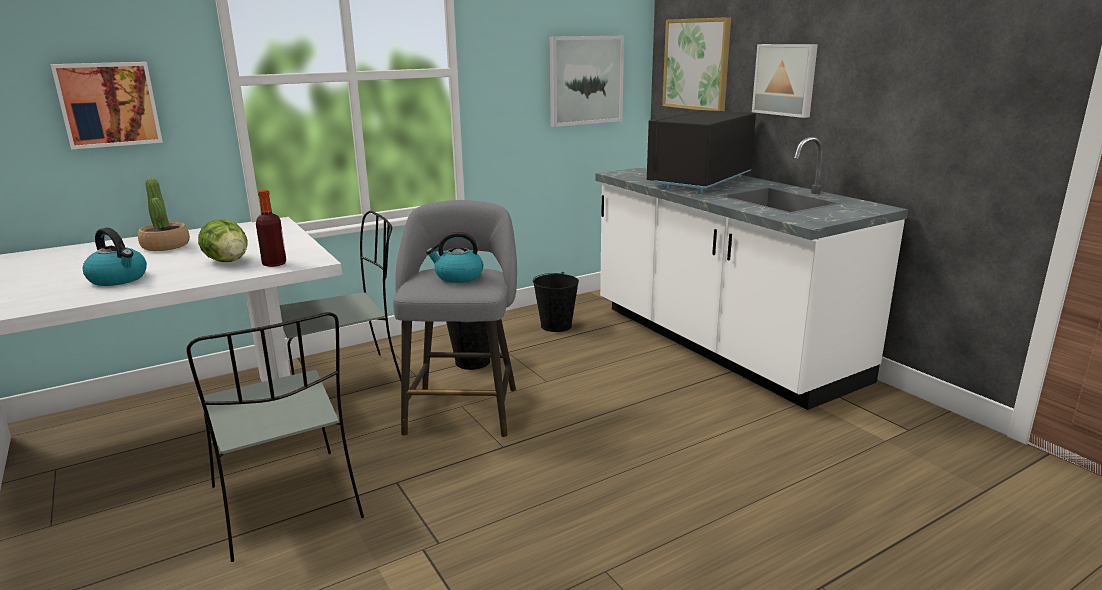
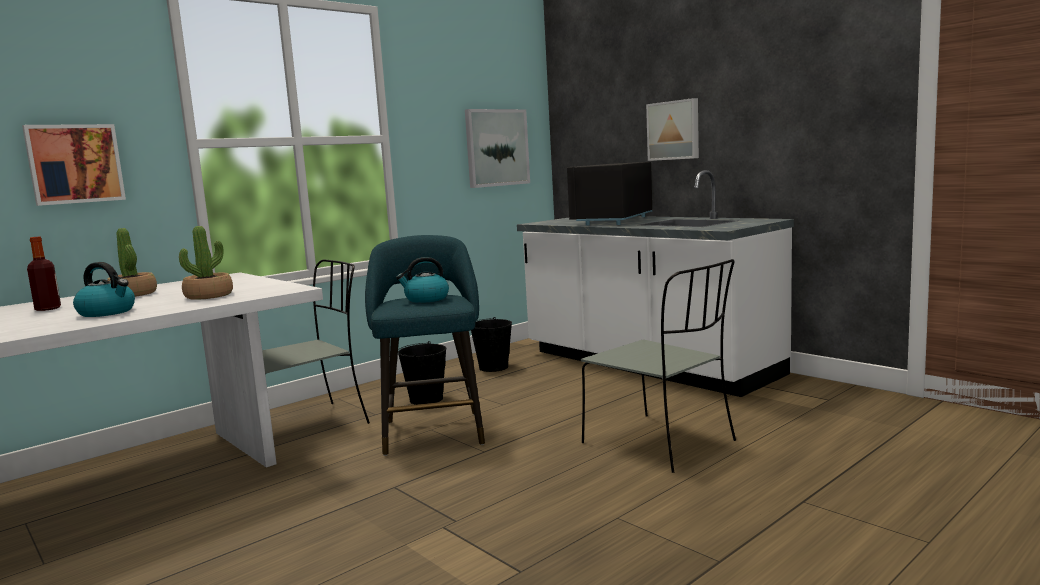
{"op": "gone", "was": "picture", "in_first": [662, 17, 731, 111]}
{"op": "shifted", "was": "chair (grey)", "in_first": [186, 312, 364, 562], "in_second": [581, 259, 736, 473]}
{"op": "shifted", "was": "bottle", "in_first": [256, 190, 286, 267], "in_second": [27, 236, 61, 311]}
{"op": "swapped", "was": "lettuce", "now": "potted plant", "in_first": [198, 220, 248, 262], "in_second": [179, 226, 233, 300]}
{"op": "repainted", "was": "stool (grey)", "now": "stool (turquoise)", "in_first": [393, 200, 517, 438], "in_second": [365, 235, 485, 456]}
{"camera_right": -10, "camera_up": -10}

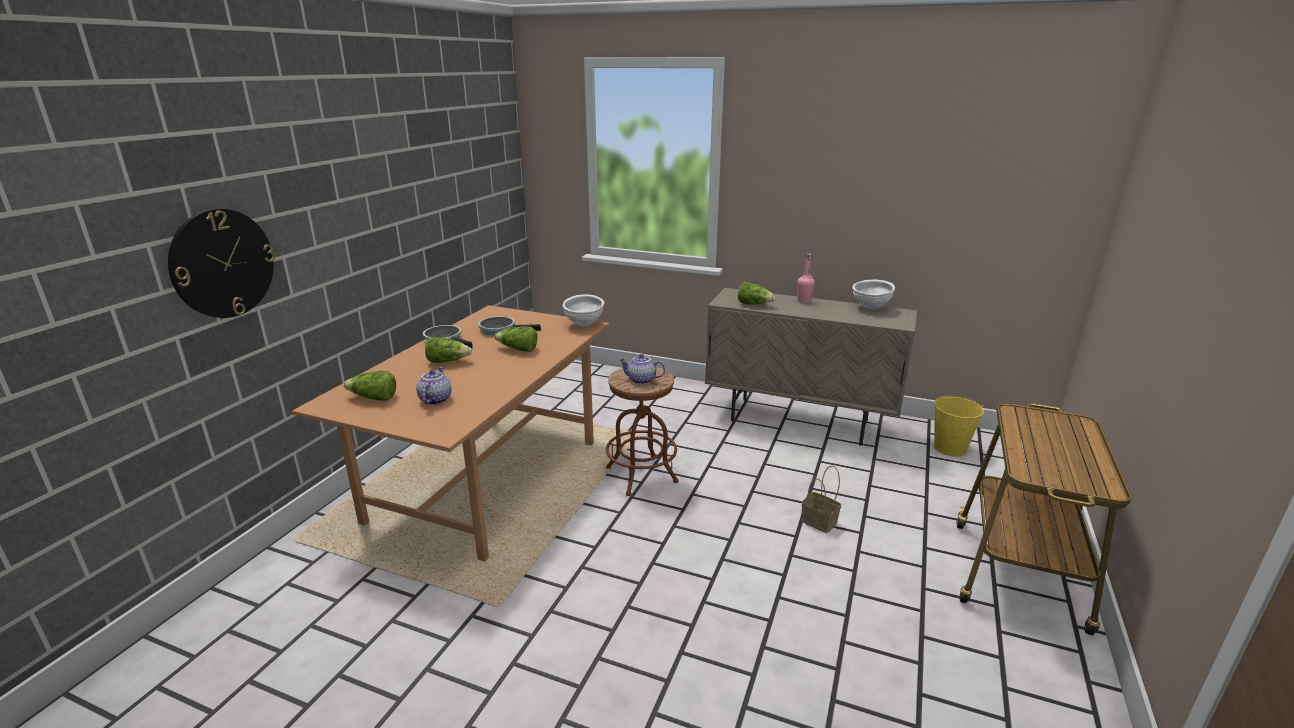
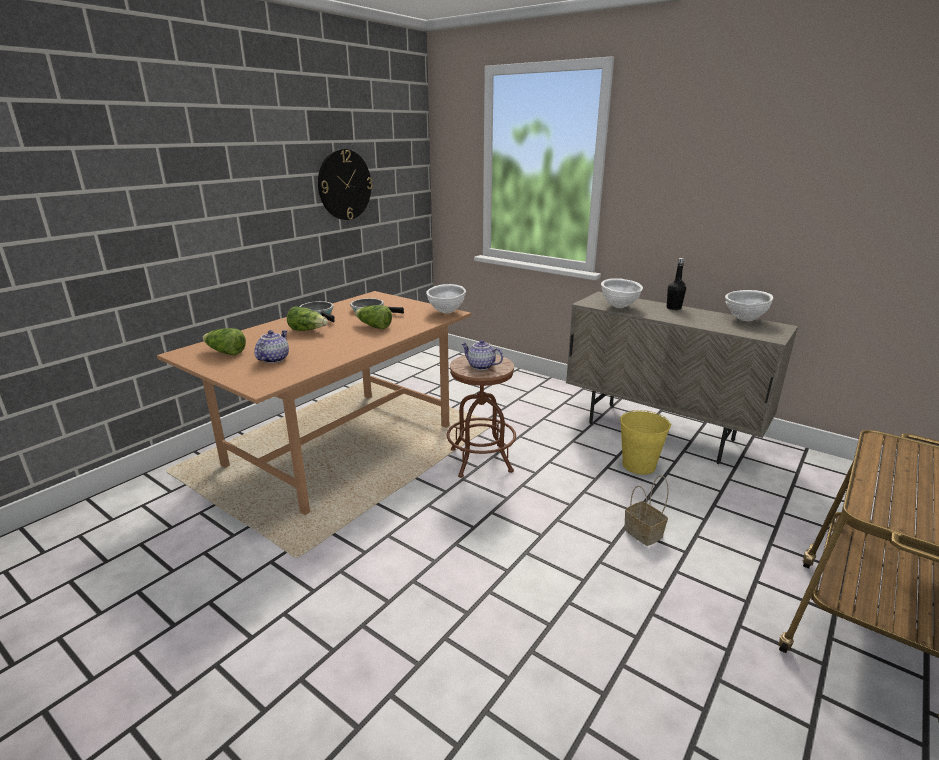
{"op": "shifted", "was": "wall clock", "in_first": [168, 209, 275, 318], "in_second": [318, 149, 373, 220]}
{"op": "shifted", "was": "bucket (yellow)", "in_first": [934, 396, 984, 457], "in_second": [620, 410, 671, 475]}
{"op": "swapped", "was": "lettuce", "now": "bowl (white)", "in_first": [738, 282, 776, 305], "in_second": [601, 278, 643, 308]}
{"op": "repainted", "was": "bottle (pink)", "now": "bottle (black)", "in_first": [797, 253, 815, 303], "in_second": [667, 258, 686, 310]}
{"camera_right": 15, "camera_up": 0}

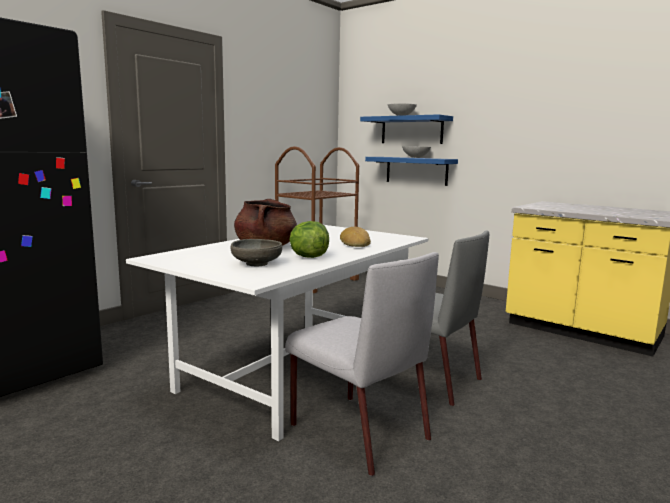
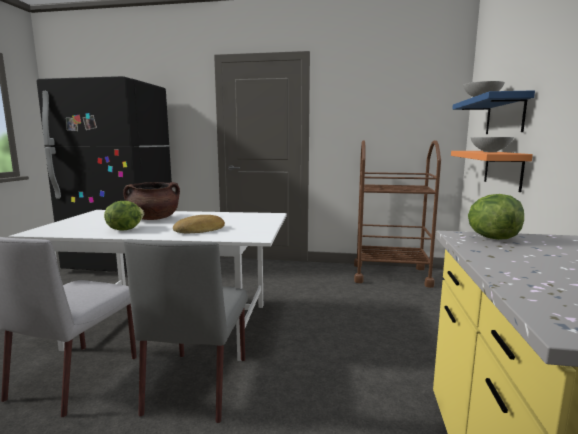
{"op": "gone", "was": "bowl (grey)", "in_first": [231, 239, 282, 267]}
{"op": "new", "now": "lettuce", "in_second": [468, 194, 524, 240]}
{"op": "repainted", "was": "shelf (blue)", "now": "shelf (orange)", "in_first": [365, 157, 458, 186], "in_second": [451, 151, 533, 192]}
{"camera_right": 60, "camera_up": 0}

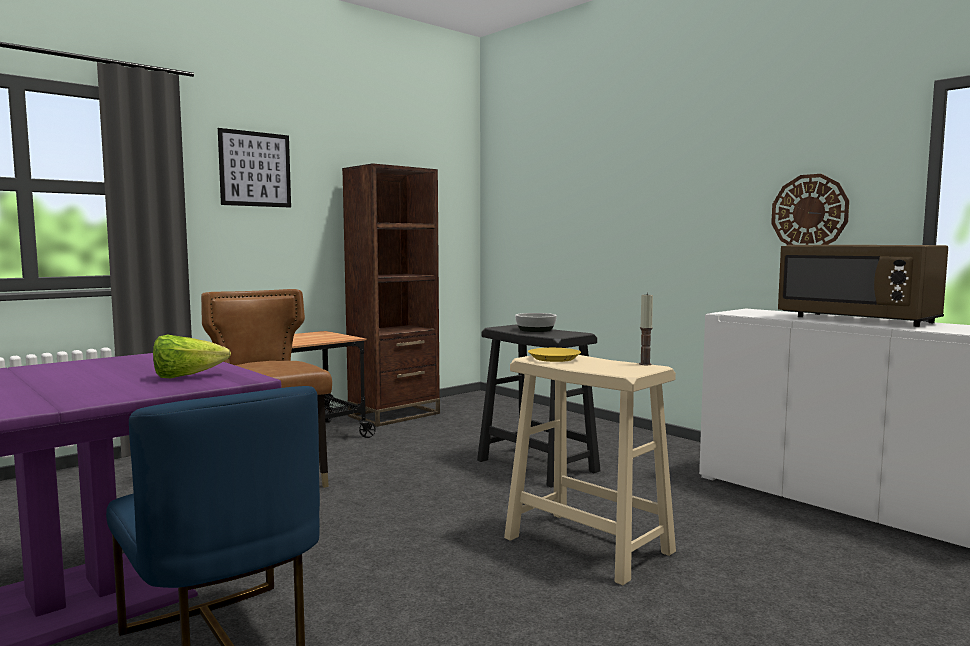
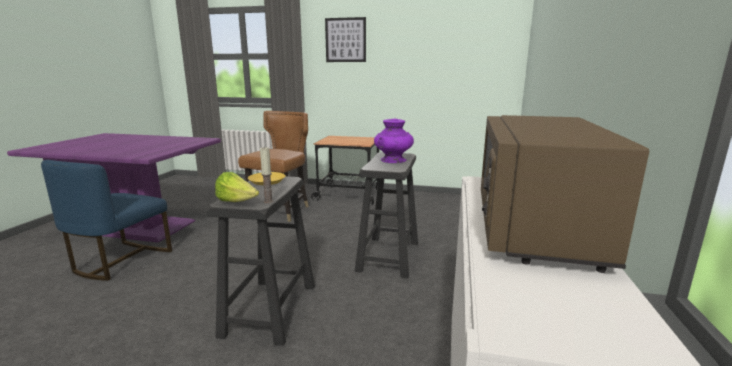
{"op": "gone", "was": "bookcase (brown)", "in_first": [342, 163, 440, 427]}
{"op": "gone", "was": "wall clock", "in_first": [771, 174, 849, 245]}
{"op": "shifted", "was": "lettuce", "in_first": [153, 334, 231, 378], "in_second": [215, 172, 259, 202]}
{"op": "swapped", "was": "bowl", "now": "vase (purple)", "in_first": [515, 313, 557, 332], "in_second": [374, 119, 414, 163]}
{"op": "repainted", "was": "stool (beige)", "now": "stool (black)", "in_first": [504, 355, 676, 585], "in_second": [206, 176, 315, 346]}
{"camera_right": 55, "camera_up": 10}

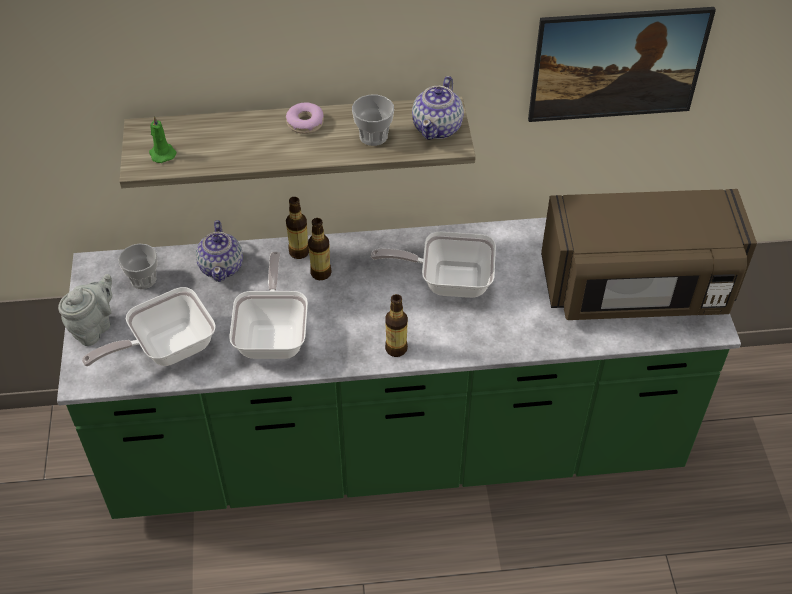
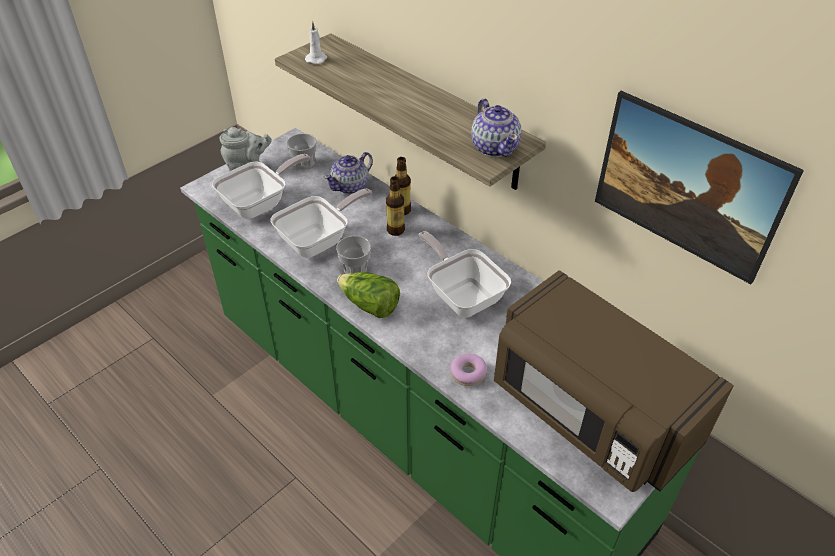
{"op": "shifted", "was": "donut", "in_first": [286, 102, 324, 134], "in_second": [450, 353, 487, 386]}
{"op": "shifted", "was": "cup", "in_first": [352, 94, 394, 146], "in_second": [336, 236, 371, 274]}
{"op": "swapped", "was": "bottle", "now": "lettuce", "in_first": [385, 294, 408, 357], "in_second": [337, 272, 400, 318]}
{"op": "repainted", "was": "candle (green)", "now": "candle (white)", "in_first": [149, 116, 177, 163], "in_second": [305, 21, 327, 64]}
{"op": "rotated", "was": "frying pan", "in_first": [82, 287, 216, 366], "in_second": [212, 154, 310, 219], "clockwise": 120}
{"op": "rotated", "was": "teapot", "in_first": [412, 76, 464, 140], "in_second": [471, 99, 521, 157], "clockwise": -90}
{"camera_right": 50, "camera_up": -5}

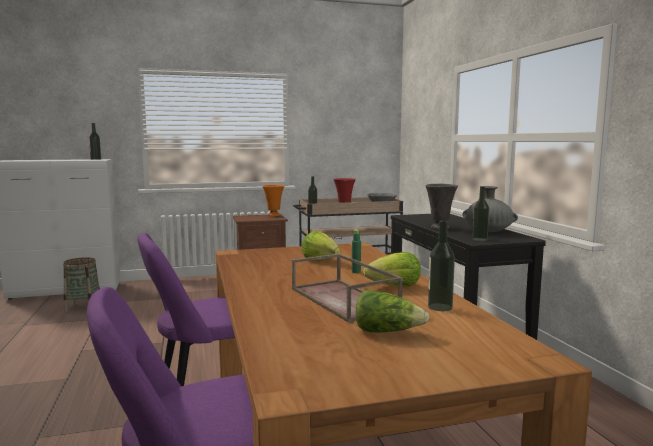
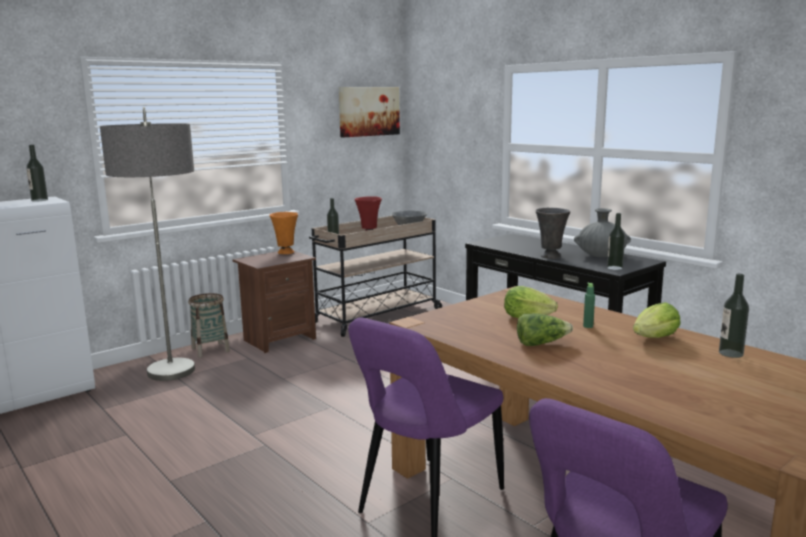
{"op": "gone", "was": "tray (brown)", "in_first": [292, 254, 403, 323]}
{"op": "new", "now": "floor lamp", "in_second": [100, 107, 195, 381]}
{"op": "new", "now": "picture", "in_second": [339, 87, 400, 137]}
{"op": "shifted", "was": "basket", "in_first": [63, 257, 100, 312], "in_second": [188, 293, 230, 358]}
{"op": "shifted", "was": "lettuce", "in_first": [356, 290, 429, 333], "in_second": [517, 313, 573, 346]}
{"camera_right": -25, "camera_up": 5}

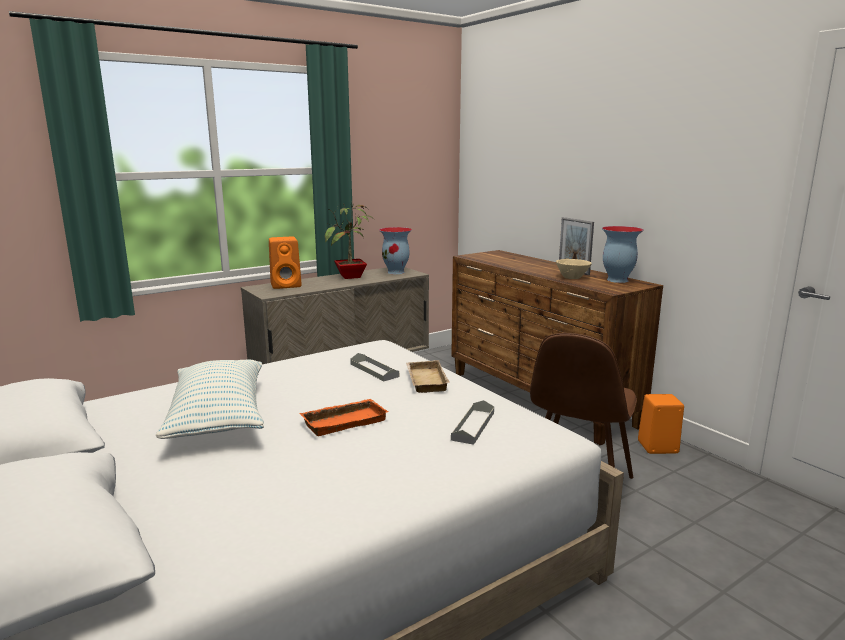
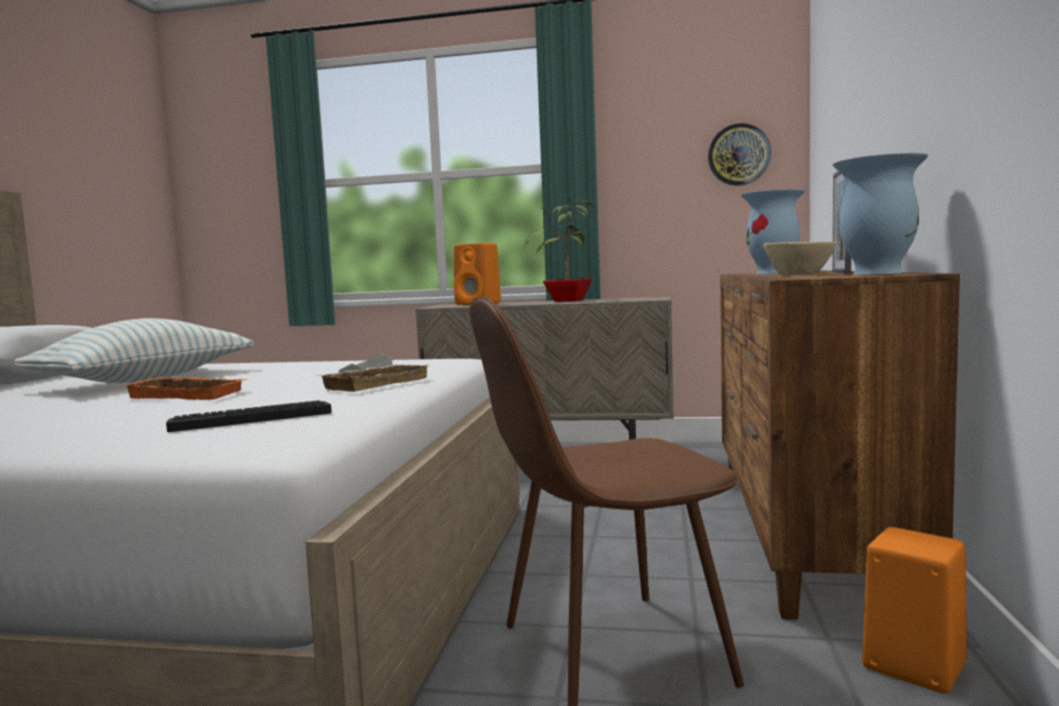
{"op": "new", "now": "wall clock", "in_second": [708, 123, 771, 186]}
{"op": "shifted", "was": "vase", "in_first": [379, 227, 412, 274], "in_second": [741, 189, 805, 274]}
{"op": "swapped", "was": "tray (grey)", "now": "keyboard", "in_first": [451, 400, 494, 445], "in_second": [166, 400, 332, 432]}
{"camera_right": 45, "camera_up": -10}

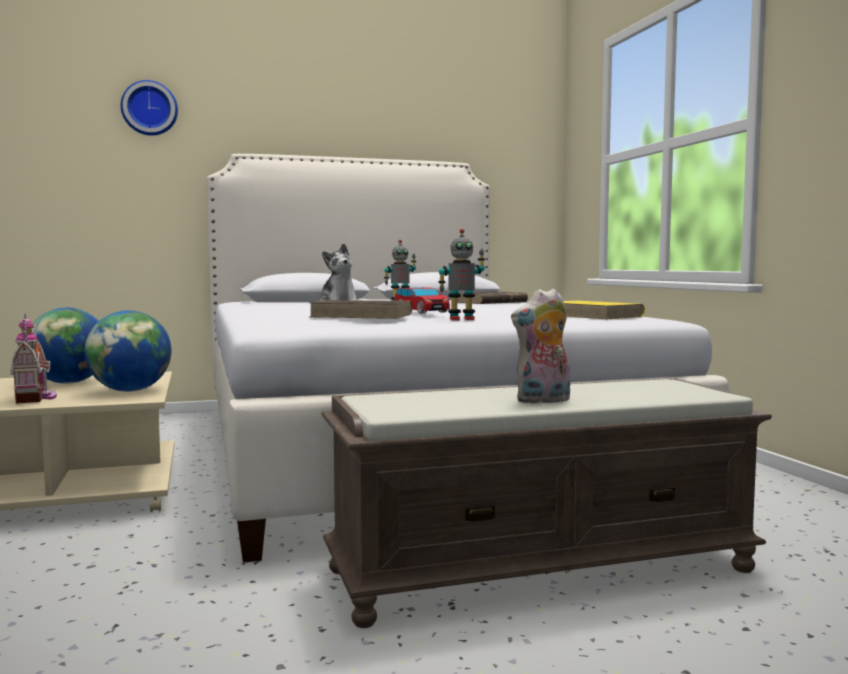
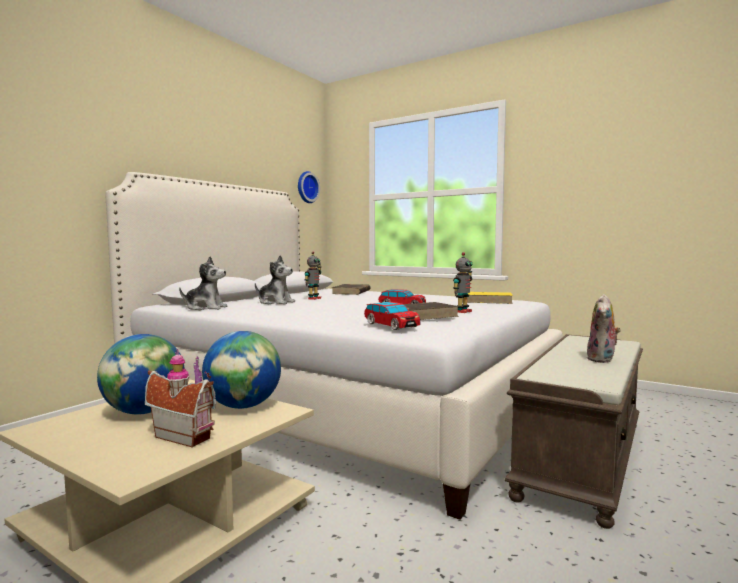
{"op": "new", "now": "plush toy", "in_second": [179, 257, 227, 310]}
{"op": "new", "now": "toy car", "in_second": [364, 302, 420, 330]}
{"op": "shifted", "was": "wall clock", "in_first": [121, 80, 178, 136], "in_second": [298, 171, 320, 203]}
{"camera_right": -40, "camera_up": 0}

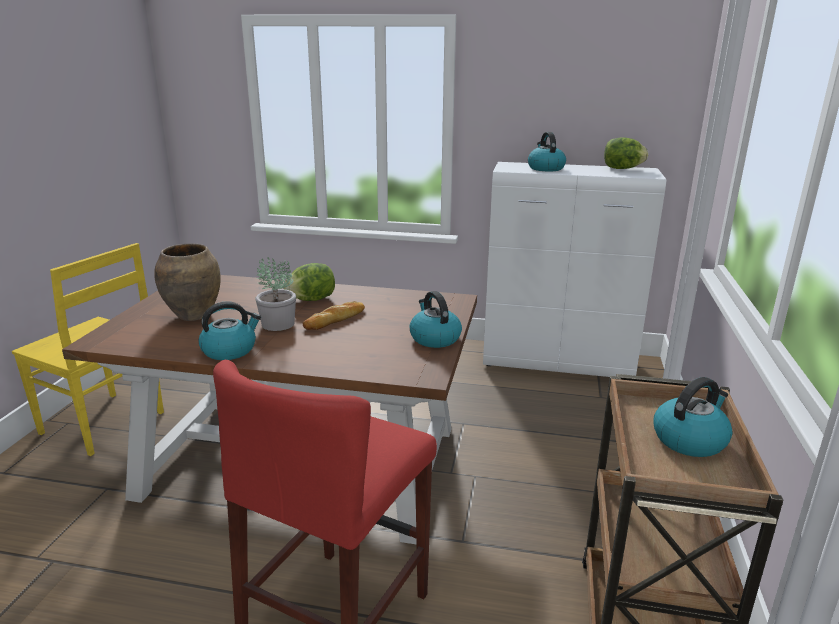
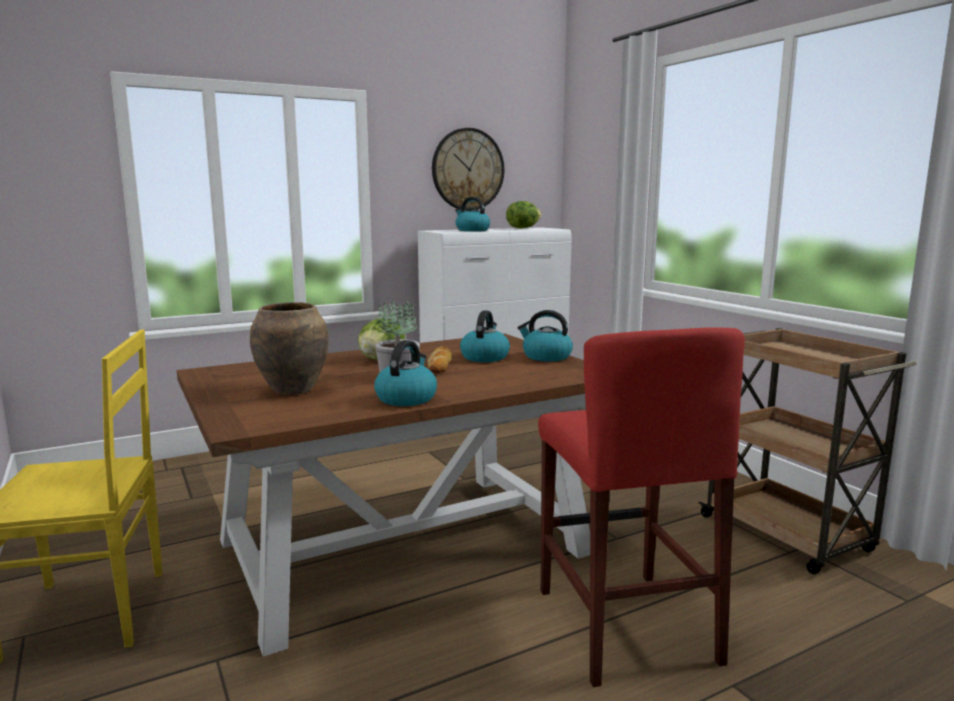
{"op": "new", "now": "wall clock", "in_second": [432, 128, 504, 210]}
{"op": "shifted", "was": "kettle", "in_first": [654, 377, 732, 457], "in_second": [460, 310, 510, 362]}
{"camera_right": -40, "camera_up": -10}

